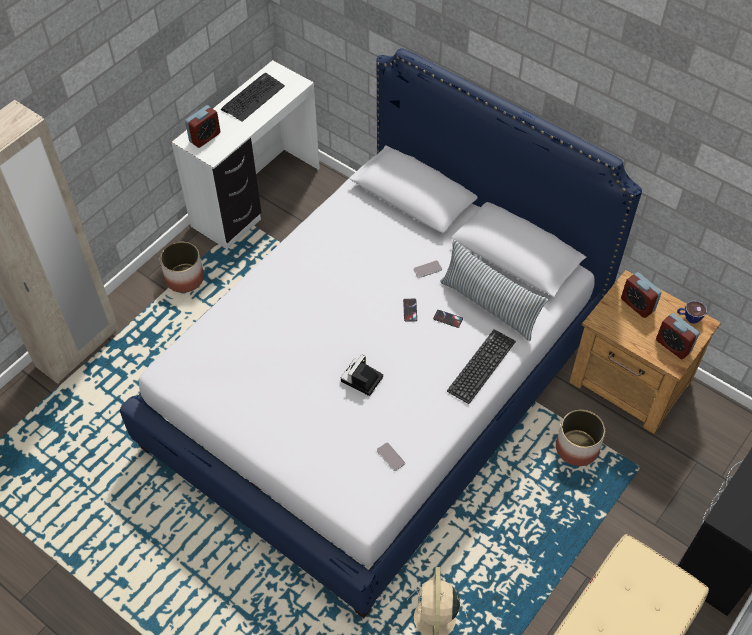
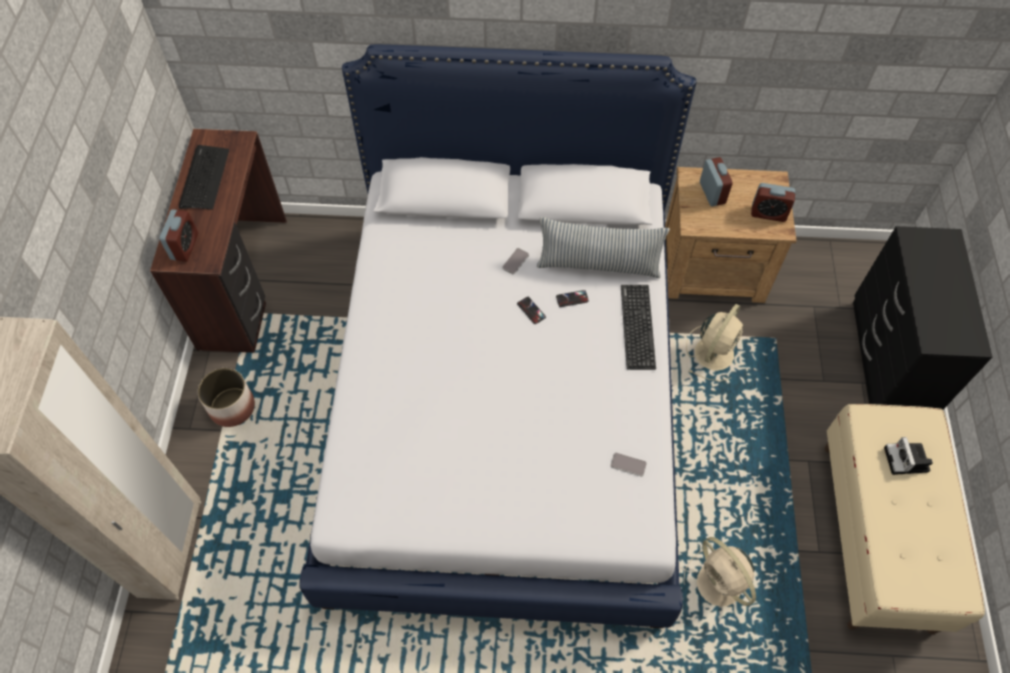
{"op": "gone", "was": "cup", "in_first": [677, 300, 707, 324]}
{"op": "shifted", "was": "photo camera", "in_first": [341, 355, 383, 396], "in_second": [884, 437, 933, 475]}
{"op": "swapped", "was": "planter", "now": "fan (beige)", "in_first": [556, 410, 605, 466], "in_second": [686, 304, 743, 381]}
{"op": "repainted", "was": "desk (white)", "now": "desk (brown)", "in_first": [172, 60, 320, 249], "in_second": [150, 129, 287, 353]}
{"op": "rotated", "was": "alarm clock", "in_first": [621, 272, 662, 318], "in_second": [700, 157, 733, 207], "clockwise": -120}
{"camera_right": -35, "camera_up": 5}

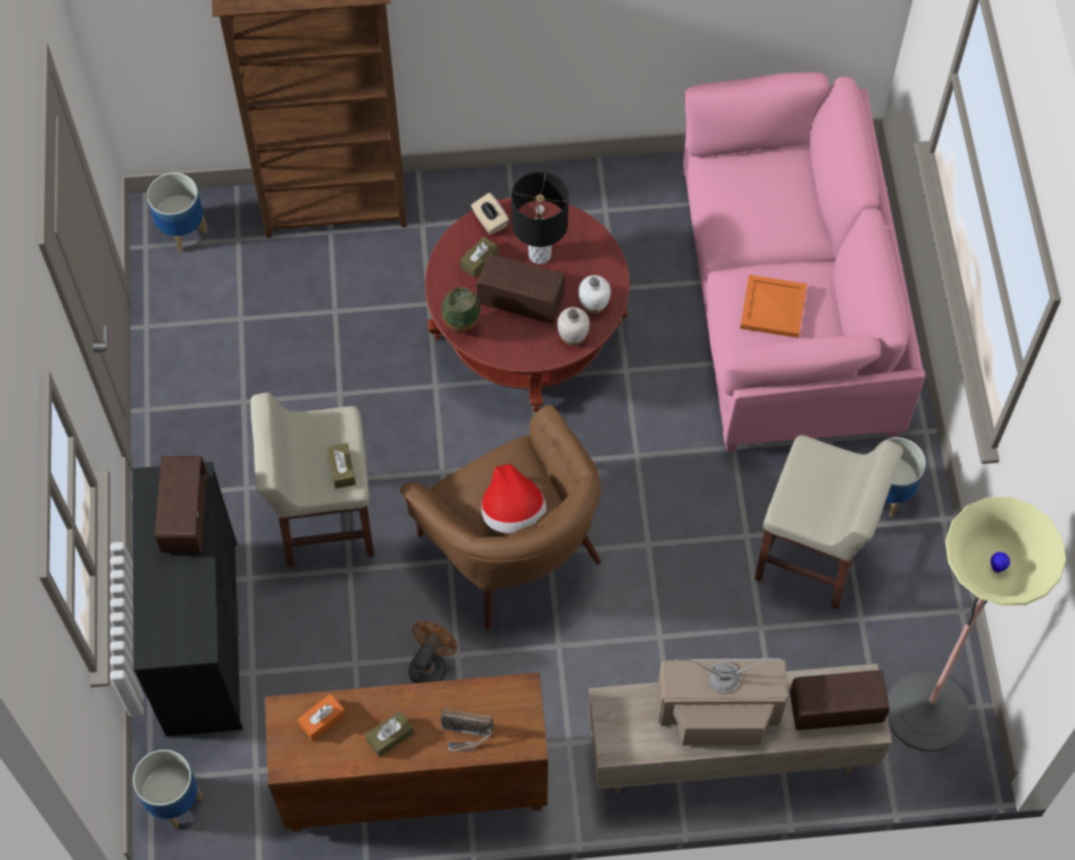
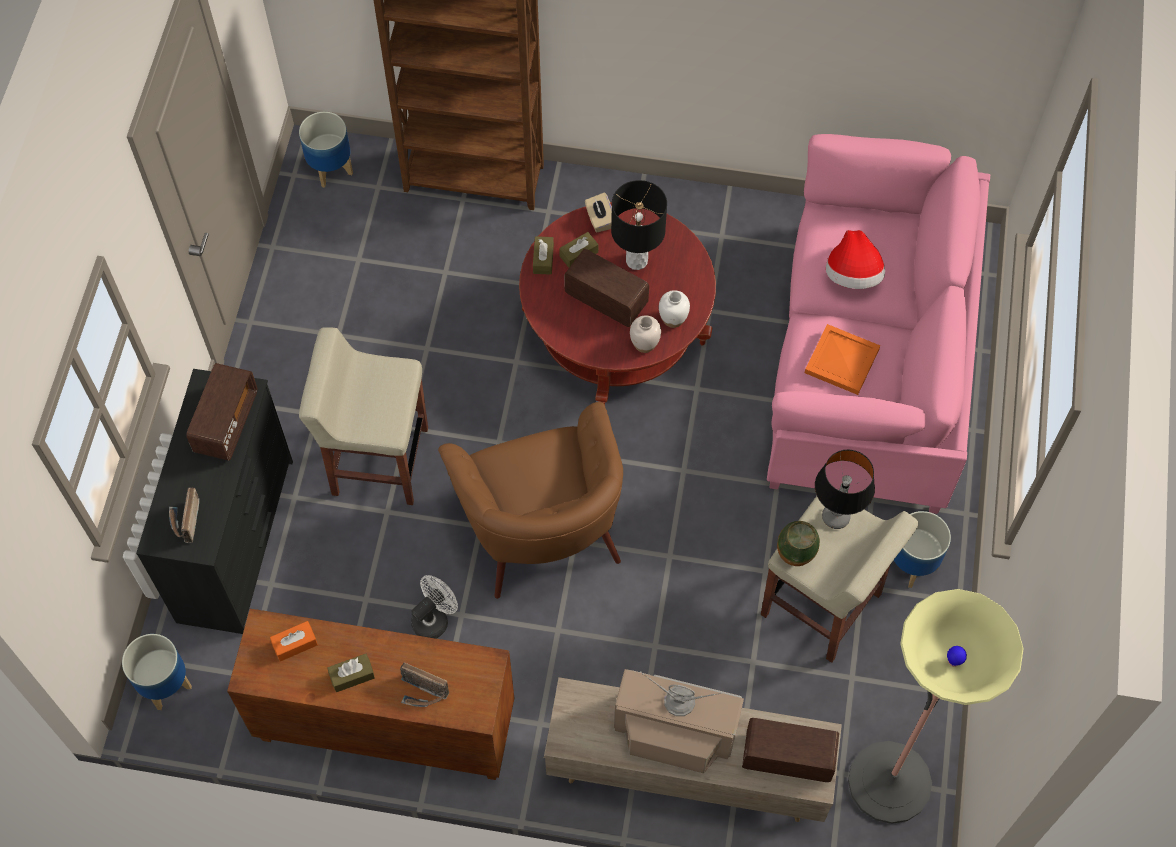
{"op": "new", "now": "radio", "in_second": [169, 487, 200, 543]}
{"op": "new", "now": "table lamp", "in_second": [815, 450, 875, 529]}
{"op": "shifted", "was": "tissue box (brown)", "in_first": [327, 443, 356, 489], "in_second": [533, 236, 554, 275]}
{"op": "shifted", "was": "vase", "in_first": [442, 287, 481, 333], "in_second": [777, 521, 820, 566]}
{"op": "shifted", "was": "hat", "in_first": [481, 464, 547, 534], "in_second": [826, 230, 885, 289]}
{"op": "repainted", "was": "fan (brown)", "now": "fan (white)", "in_first": [408, 621, 457, 683], "in_second": [411, 575, 458, 639]}
{"camera_right": 15, "camera_up": 0}

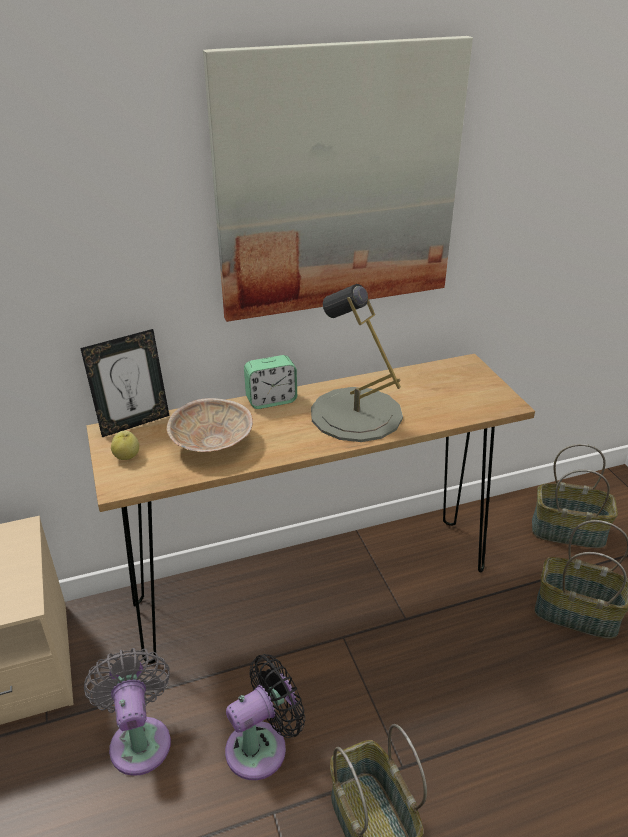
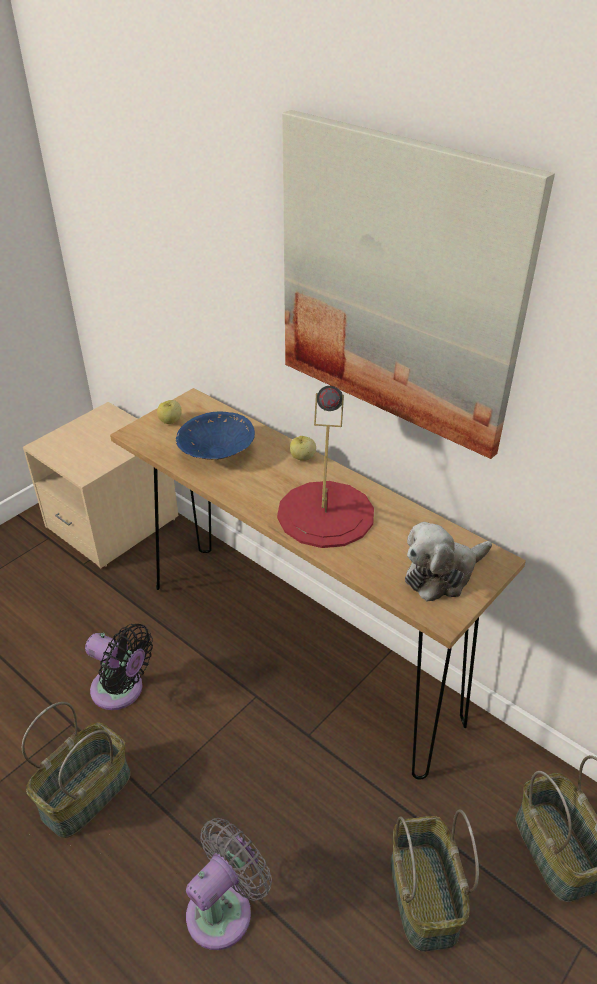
{"op": "gone", "was": "picture frame", "in_first": [80, 329, 169, 437]}
{"op": "new", "now": "plush toy", "in_second": [405, 522, 492, 602]}
{"op": "shifted", "was": "fan (grey)", "in_first": [84, 648, 171, 776], "in_second": [186, 818, 272, 950]}
{"op": "swapped", "was": "alarm clock", "now": "apple", "in_first": [244, 355, 297, 409], "in_second": [290, 436, 316, 461]}
{"op": "repainted", "was": "bowl (beige)", "now": "bowl (blue)", "in_first": [167, 398, 253, 452], "in_second": [176, 411, 255, 460]}
{"op": "repainted", "was": "table lamp (grey)", "now": "table lamp (red)", "in_first": [311, 284, 403, 442], "in_second": [277, 386, 374, 548]}
{"camera_right": 60, "camera_up": 5}

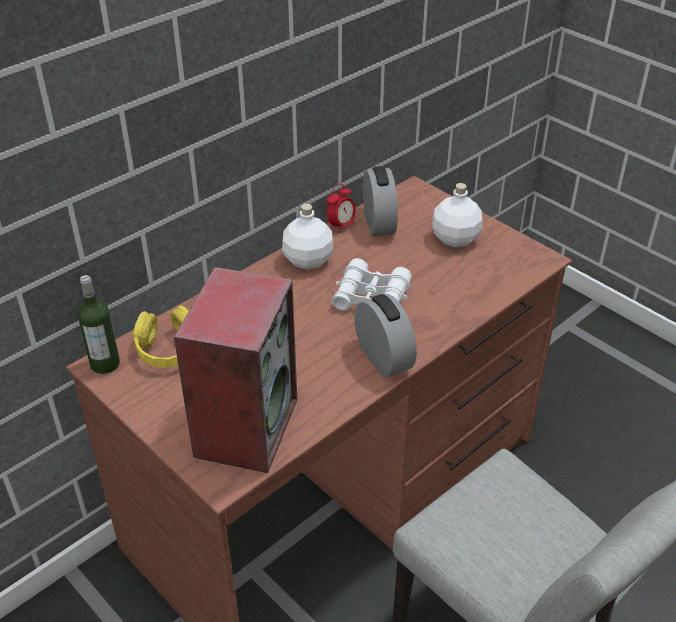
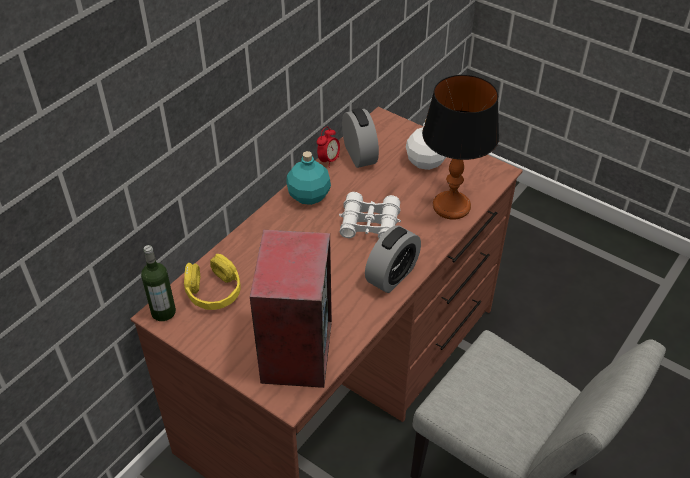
{"op": "new", "now": "table lamp", "in_second": [422, 75, 499, 220]}
{"op": "repainted", "was": "bottle (white)", "now": "bottle (turquoise)", "in_first": [282, 204, 333, 269], "in_second": [286, 151, 331, 205]}
{"op": "rotated", "was": "alarm clock", "in_first": [354, 294, 417, 378], "in_second": [365, 225, 421, 293], "clockwise": 75}
{"camera_right": -10, "camera_up": 5}

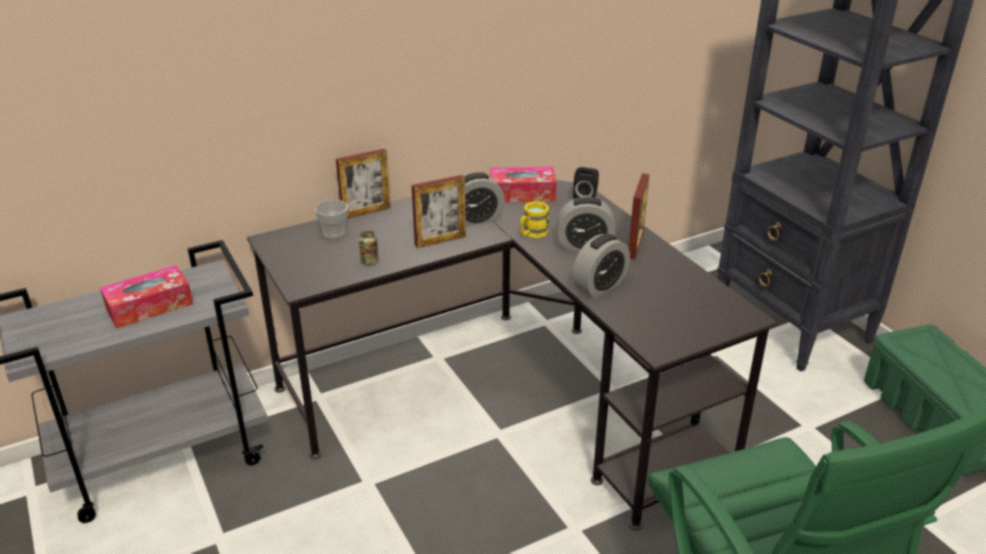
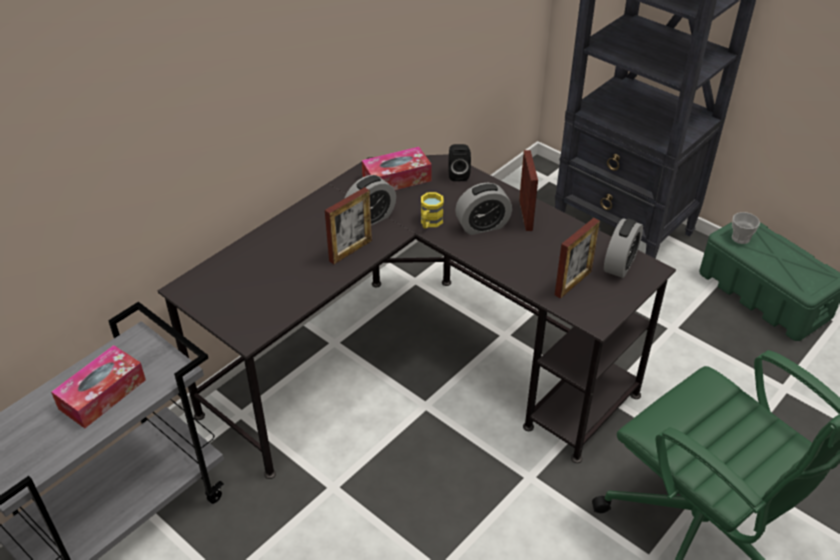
{"op": "gone", "was": "can", "in_first": [359, 230, 379, 266]}
{"op": "shifted", "was": "cup", "in_first": [315, 200, 348, 238], "in_second": [732, 212, 760, 244]}
{"op": "shifted", "was": "picture frame", "in_first": [336, 149, 391, 219], "in_second": [555, 218, 600, 299]}
{"op": "shifted", "was": "alarm clock", "in_first": [572, 234, 630, 298], "in_second": [604, 219, 643, 278]}
{"camera_right": -20, "camera_up": 10}

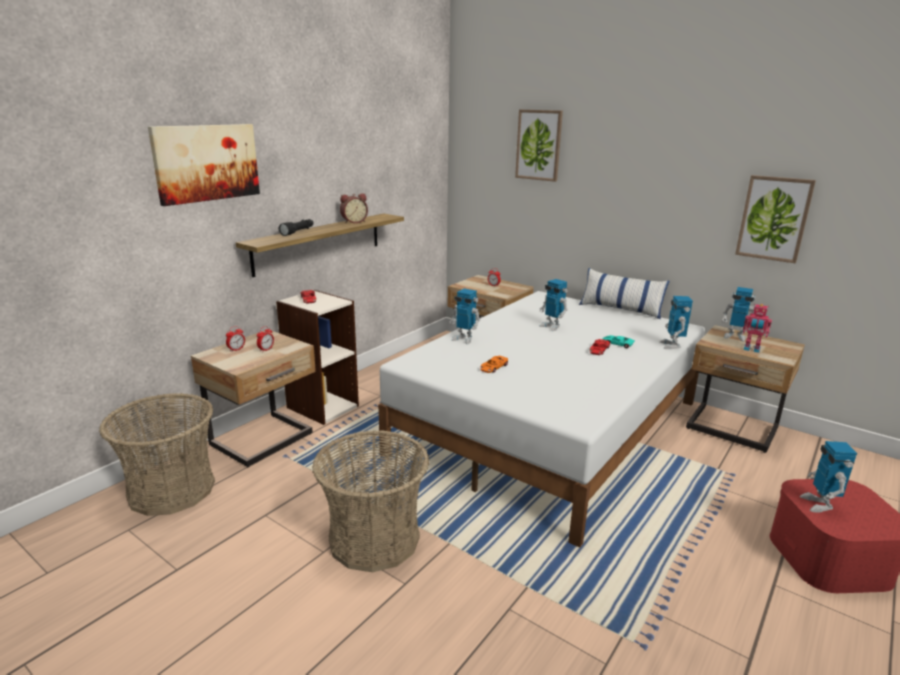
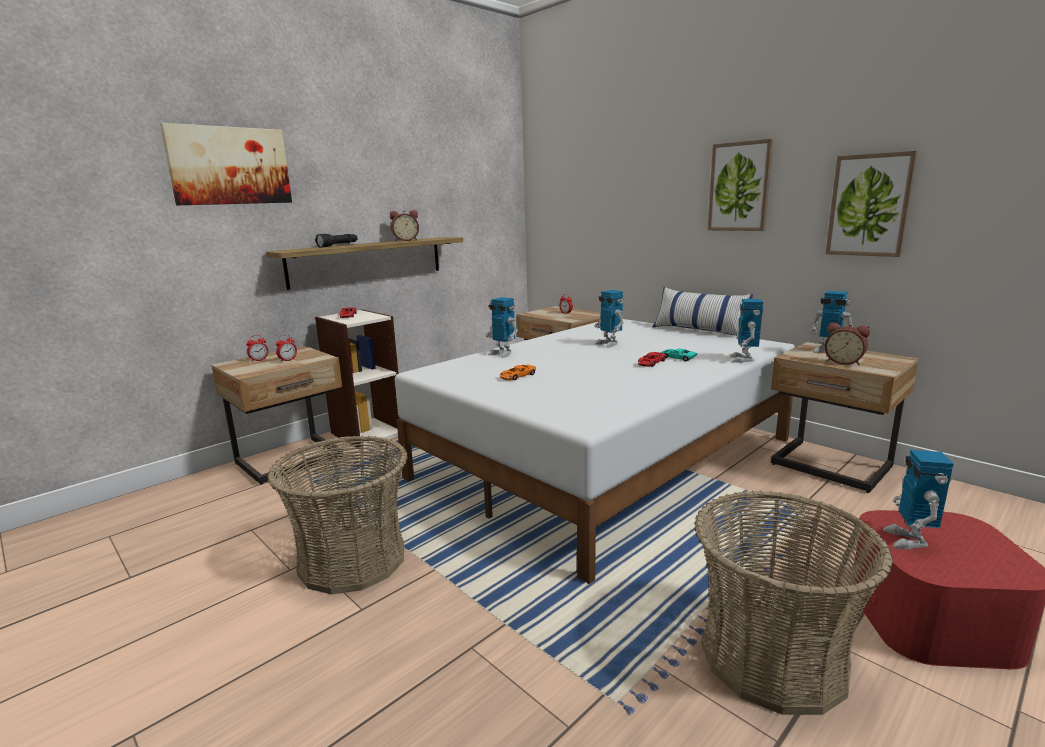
{"op": "shifted", "was": "basket", "in_first": [99, 393, 215, 516], "in_second": [694, 490, 893, 715]}
{"op": "shifted", "was": "picture", "in_first": [515, 110, 563, 182], "in_second": [708, 139, 773, 231]}
{"op": "swapped", "was": "toy robot", "now": "alarm clock", "in_first": [743, 304, 772, 353], "in_second": [824, 323, 870, 366]}
{"camera_right": 10, "camera_up": -5}

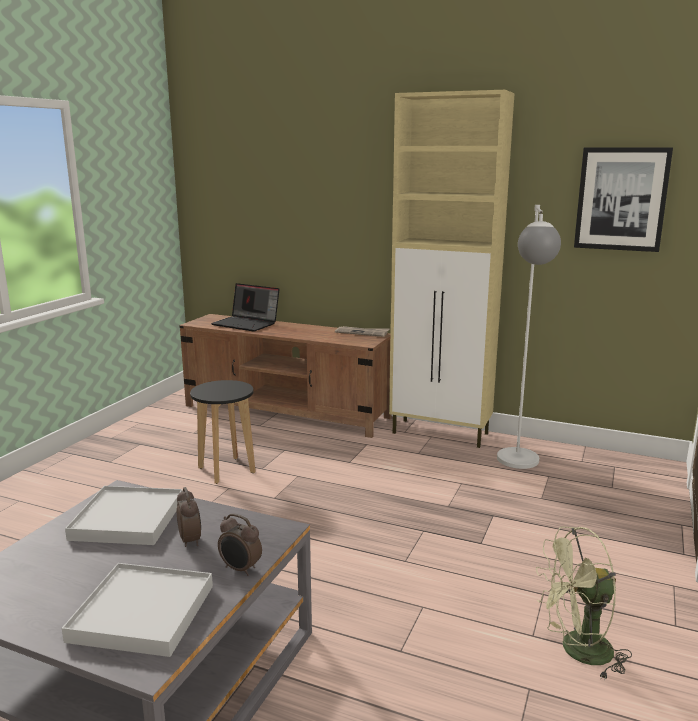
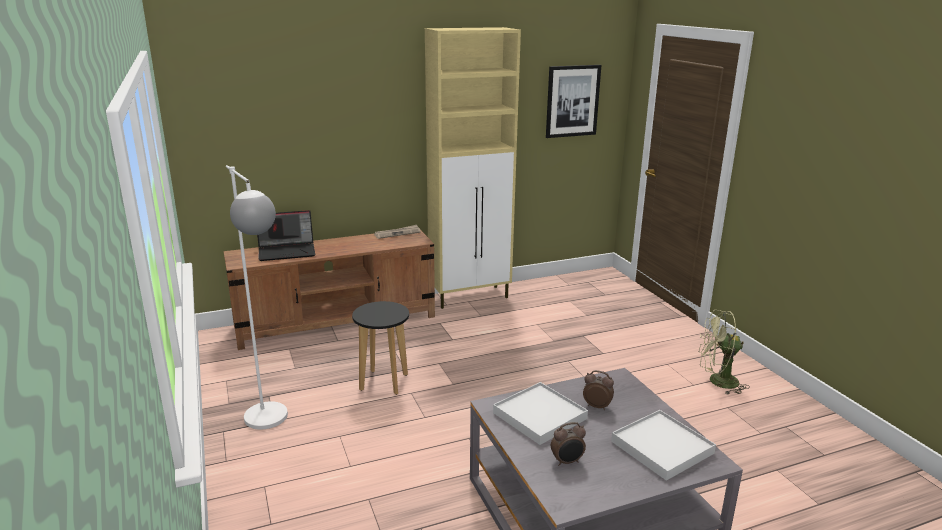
{"op": "shifted", "was": "alarm clock", "in_first": [218, 513, 262, 576], "in_second": [551, 422, 586, 466]}
{"op": "shifted", "was": "floor lamp (white)", "in_first": [497, 205, 561, 469], "in_second": [226, 165, 288, 430]}
{"op": "rotated", "was": "fan (green)", "in_first": [536, 527, 632, 681], "in_second": [698, 310, 750, 395], "clockwise": 60}
{"camera_right": -45, "camera_up": 5}

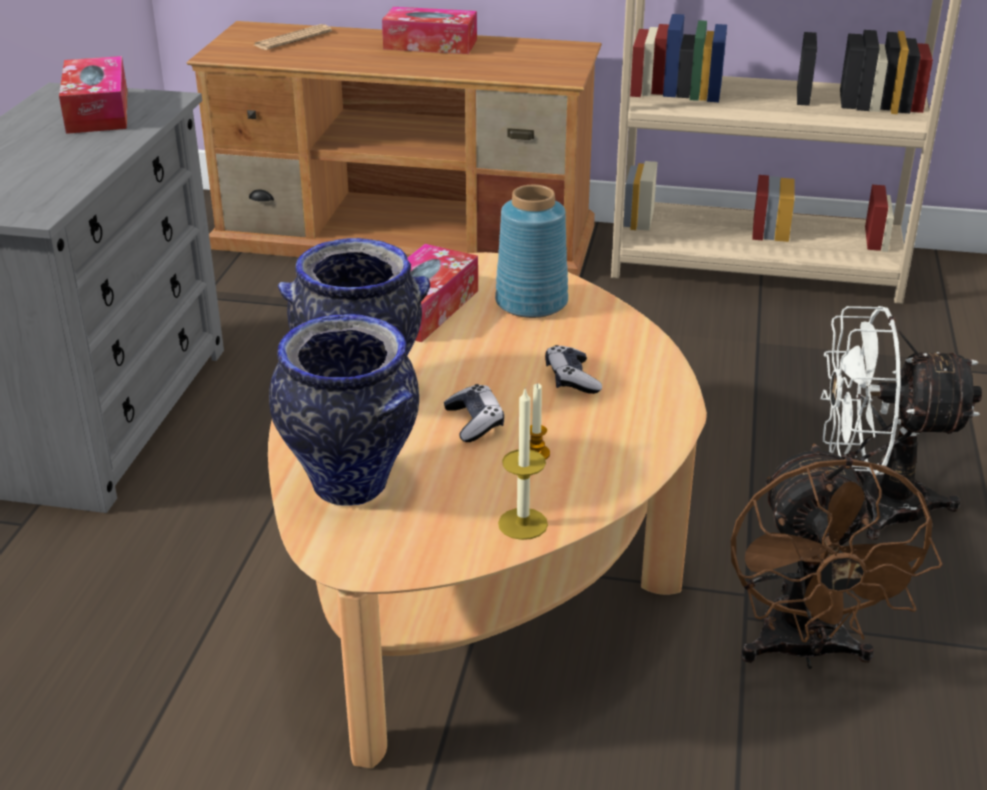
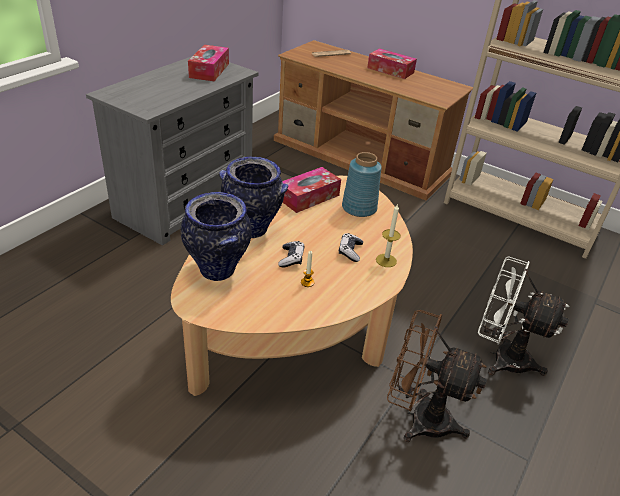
{"op": "shifted", "was": "candle", "in_first": [498, 389, 548, 540], "in_second": [376, 203, 401, 267]}
{"op": "rotated", "was": "fan (brown)", "in_first": [731, 444, 943, 669], "in_second": [387, 310, 487, 442], "clockwise": 90}
{"camera_right": 20, "camera_up": 5}

